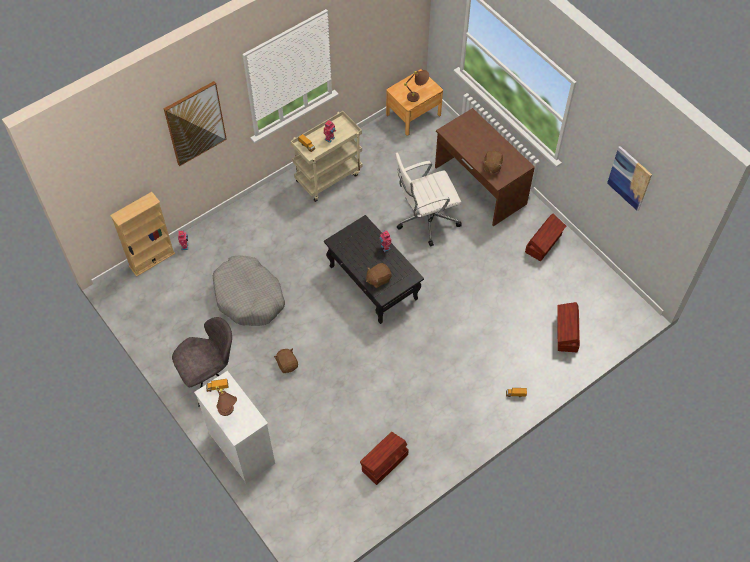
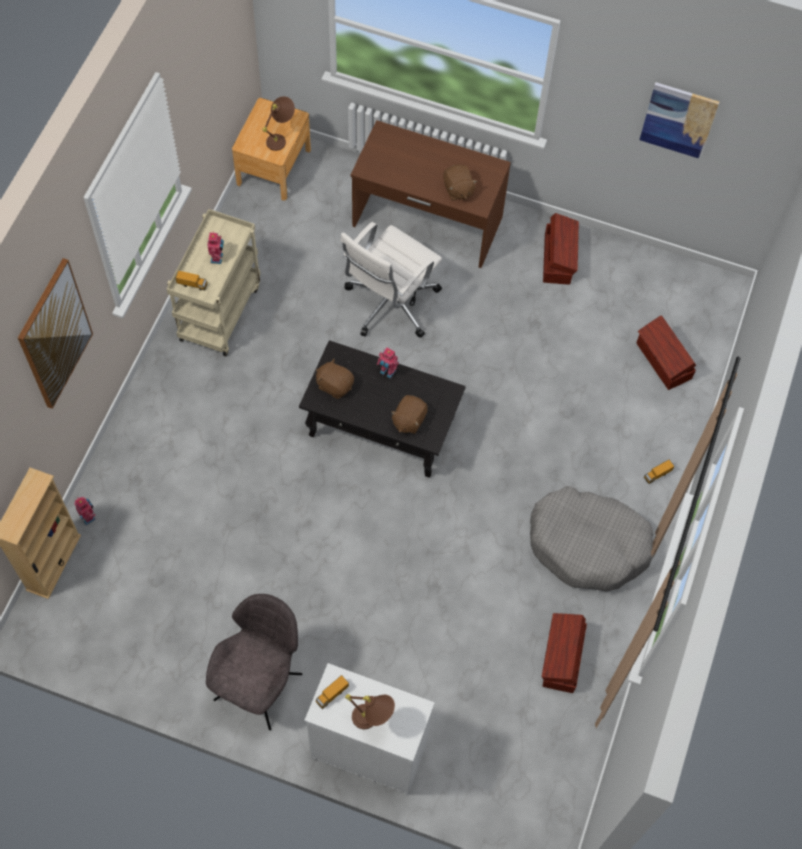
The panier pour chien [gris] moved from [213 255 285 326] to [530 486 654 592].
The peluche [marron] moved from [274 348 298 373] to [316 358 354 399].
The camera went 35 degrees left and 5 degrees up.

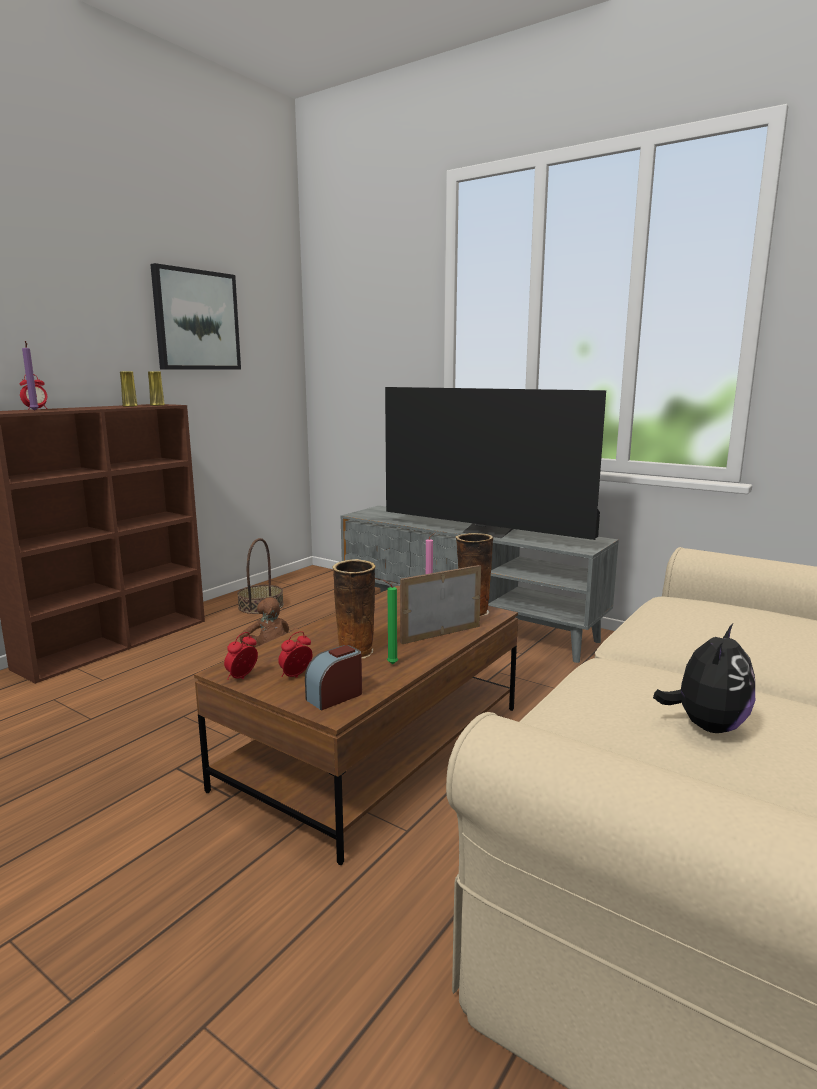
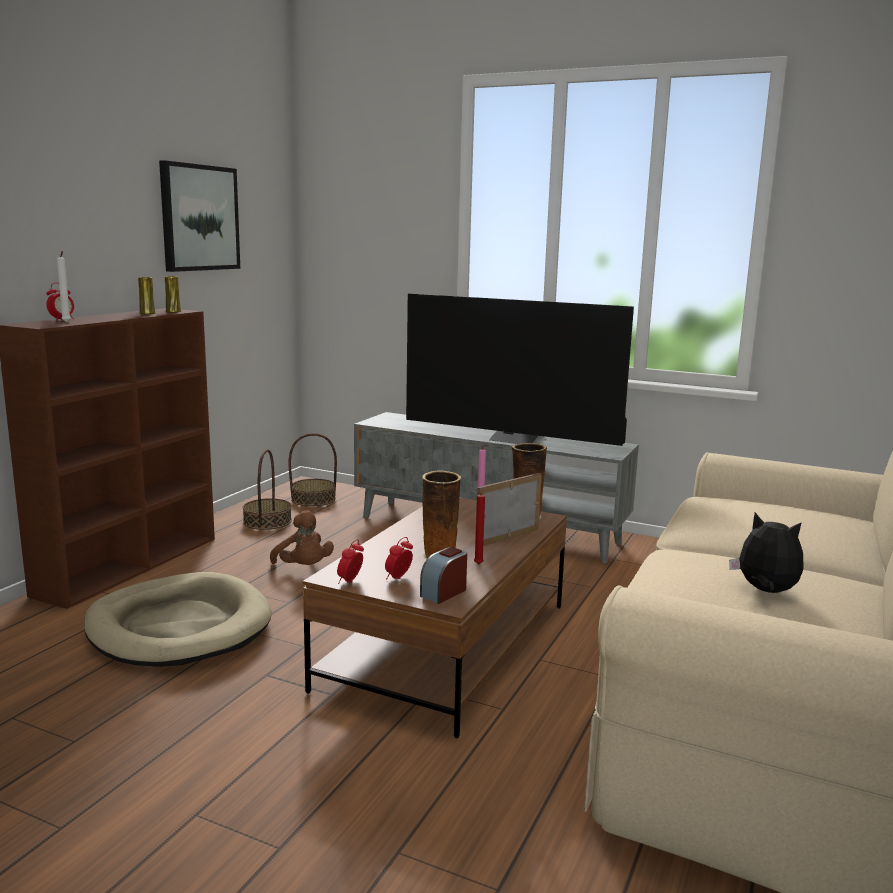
The bougie [violet] at [22 341 39 411] became the bougie [blanc] at [57 251 71 322].
The bougie [vert] at [383 580 398 664] became the bougie [rouge] at [474 489 485 565].
The peluche at [653 624 755 733] turned 75 degrees counterclockwise.
The panier pour chien [beige] at [84 572 272 667] appeared.
The panier at [289 433 337 507] appeared.
The camera went 10 degrees left and 0 degrees up.

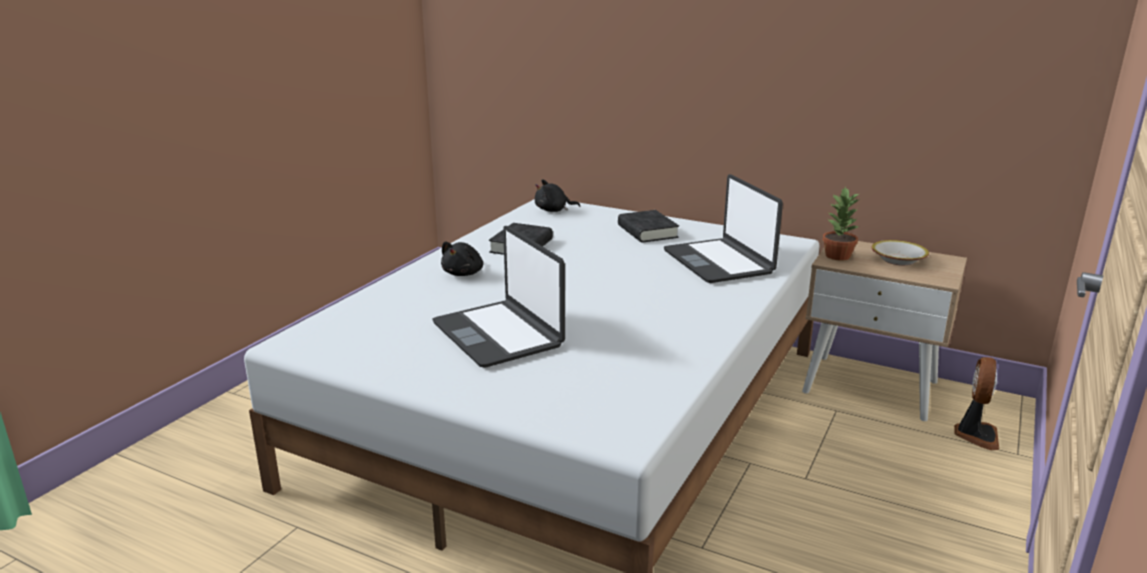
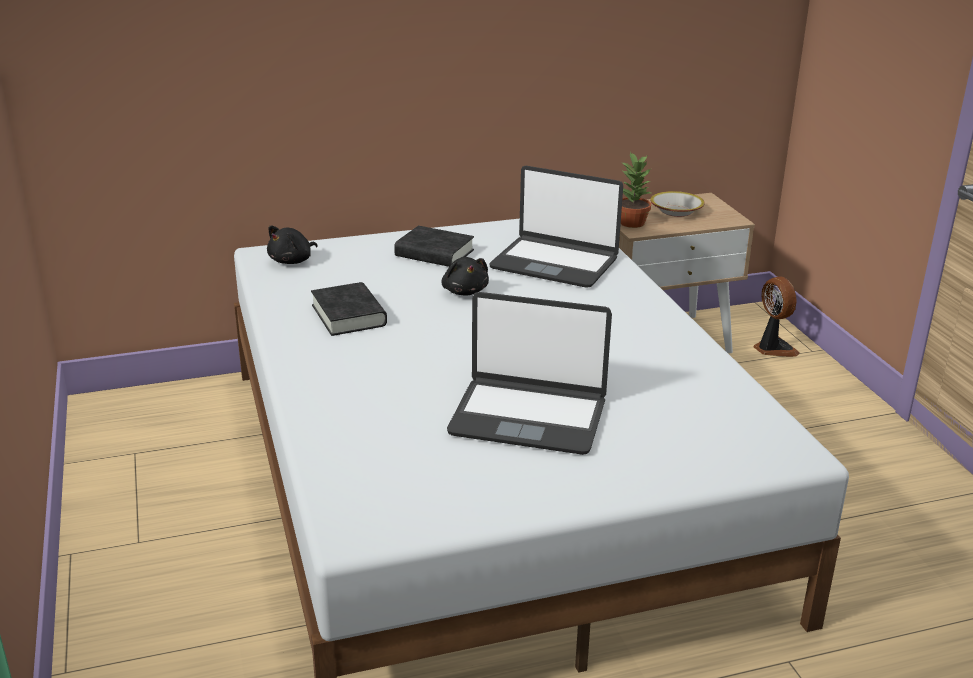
The peluche [noir] moved from [441 241 483 276] to [441 257 489 296].
The camera went 45 degrees left and 5 degrees up.

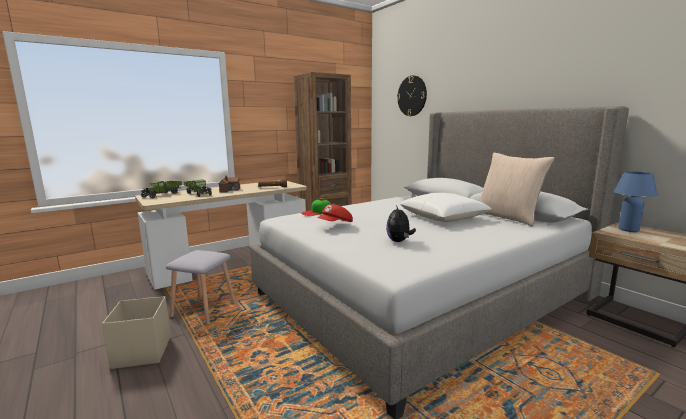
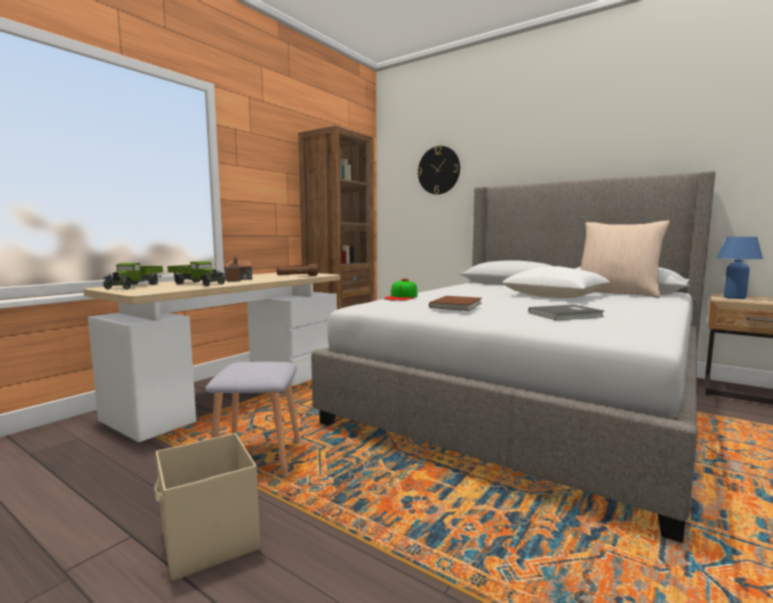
The casquette [rouge] at [317 204 353 222] was replaced by the livre [marron] at [429 296 482 311].
The peluche at [386 205 416 242] was replaced by the livre [gris] at [528 305 605 320].
The camera went 20 degrees left and 5 degrees down.

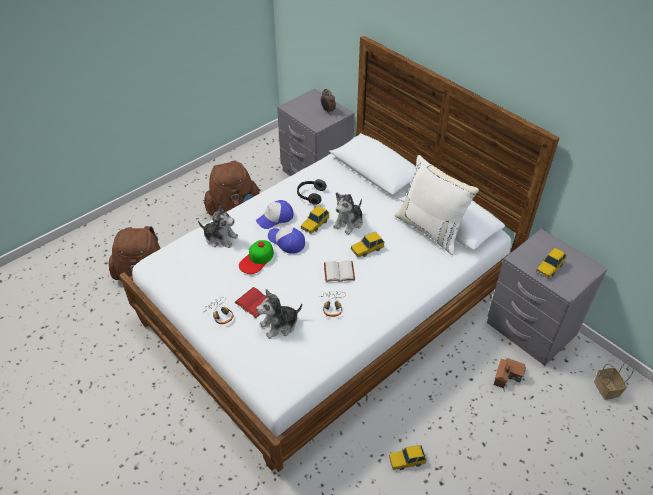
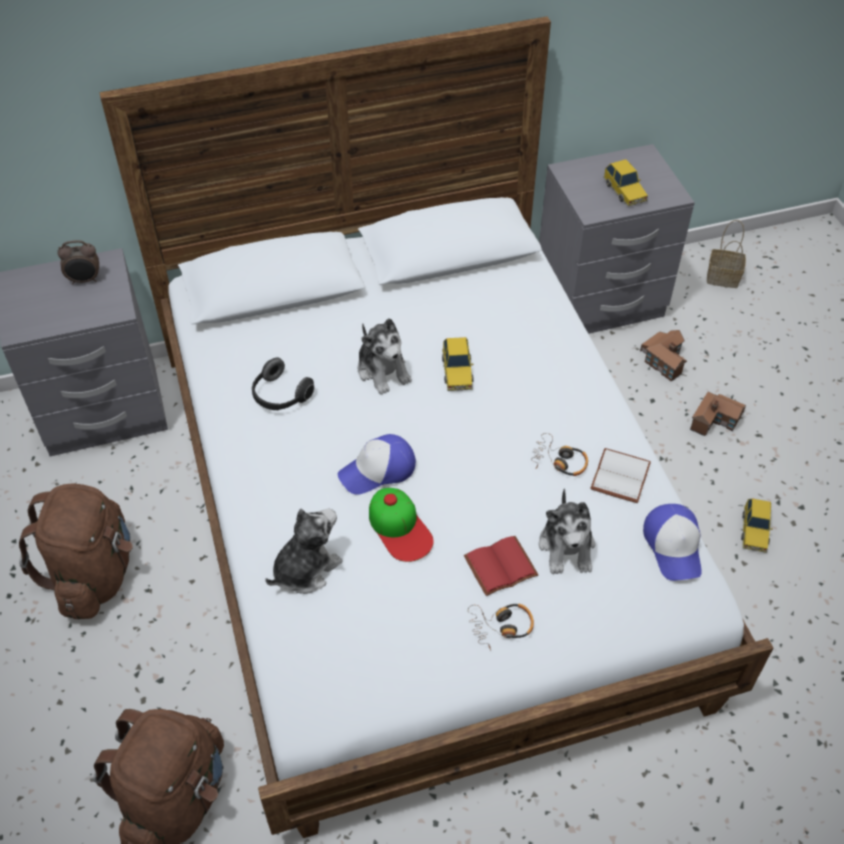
The casquette moved from [256 200 294 229] to [643 504 702 581].
The petite voiture at [301 206 330 234] disappeared.
The livre [blanc] moved from [324 260 355 282] to [590 448 651 503].
The coussin [blanc] at [395 155 479 255] disappeared.
The maison miniature at [690 392 746 436] appeared.
The camera went 65 degrees left and 5 degrees up.

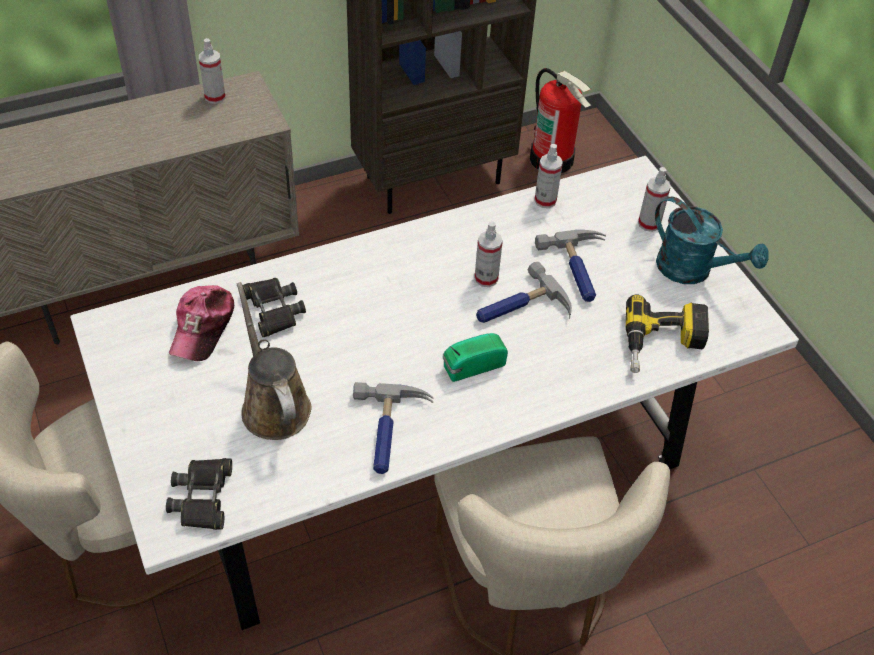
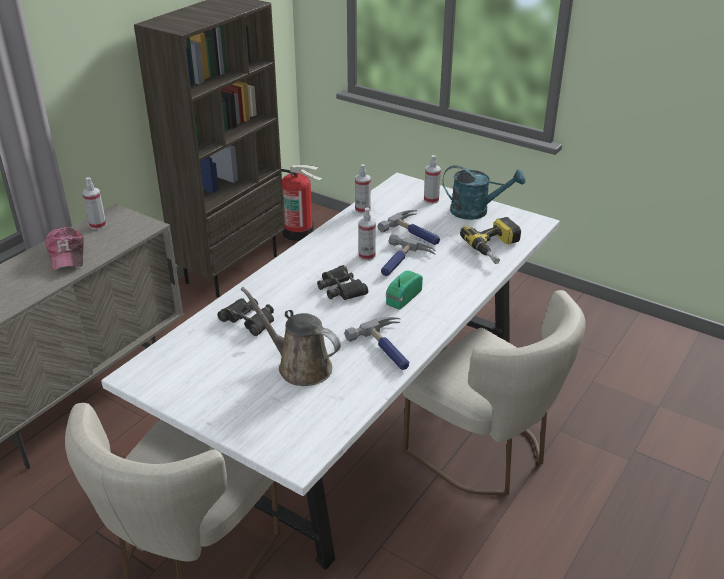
The jumelles [noir] moved from [166 458 232 530] to [317 265 368 300].
The casquette moved from [169 285 234 361] to [45 227 84 271].
The camera went 30 degrees left and 15 degrees down.

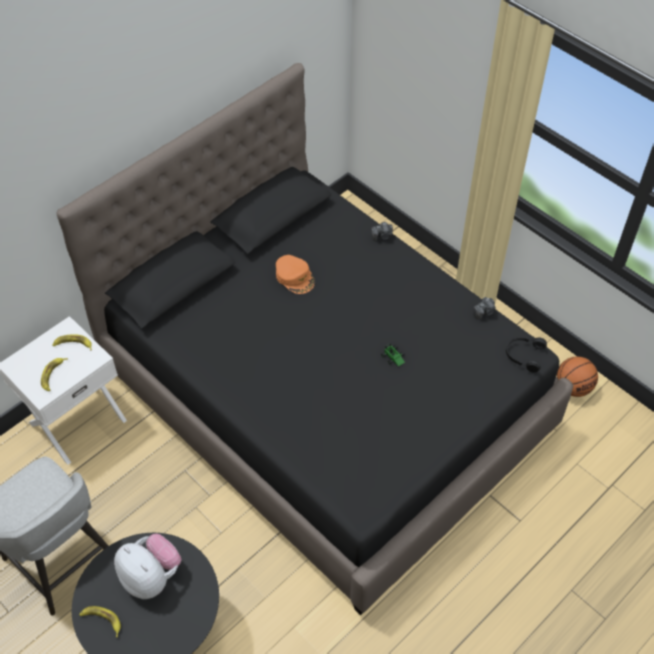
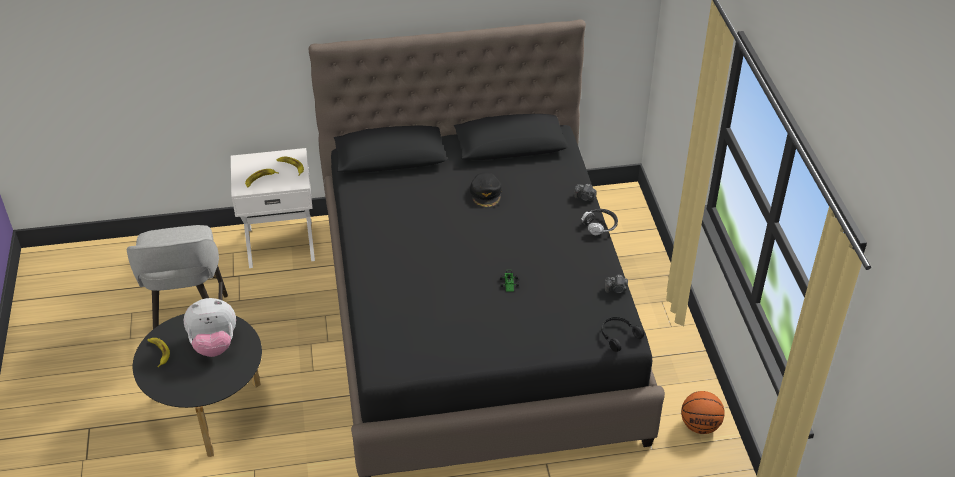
The peluche at [114 534 181 599] turned 90 degrees clockwise.
The casquette [orange] at [276 255 315 294] became the casquette [noir] at [470 172 502 208].
The casque audio at [582 209 618 235] appeared.
The camera went 35 degrees right and 10 degrees down.

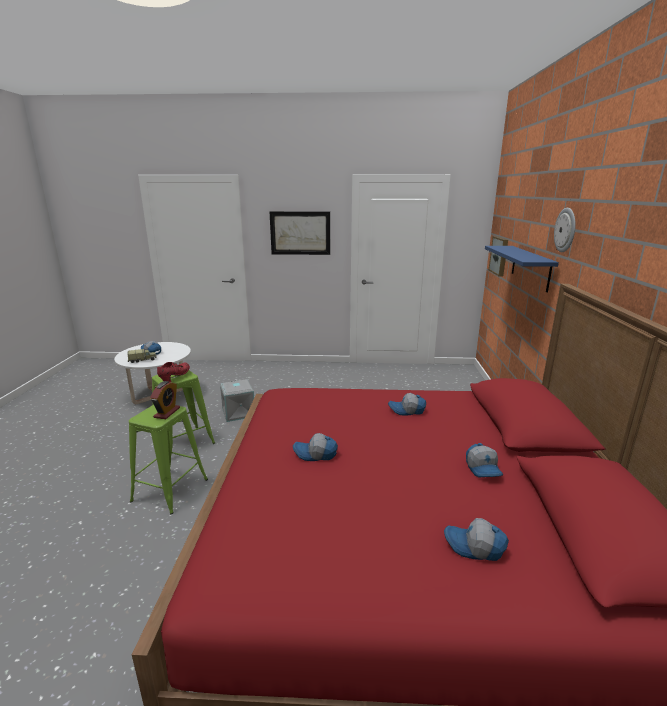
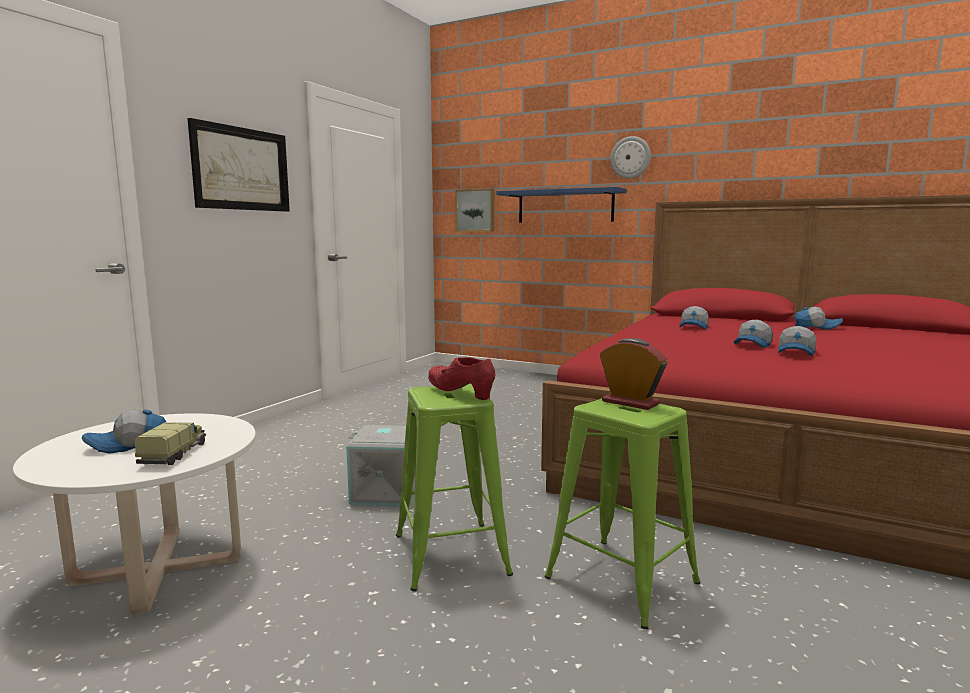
The casquette moved from [444 518 509 561] to [734 320 773 348].
The camera went 65 degrees left and 10 degrees down.

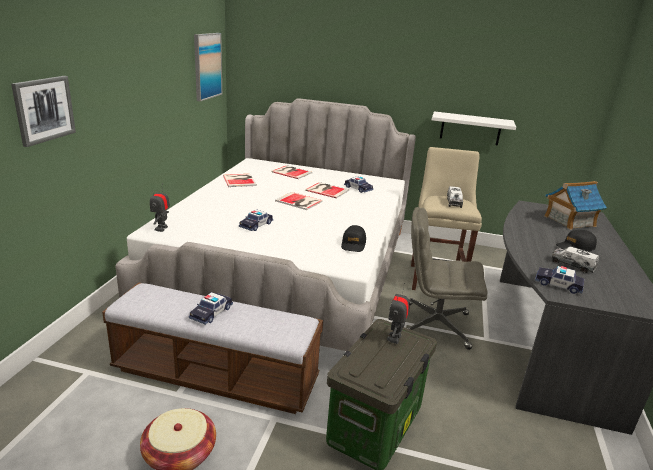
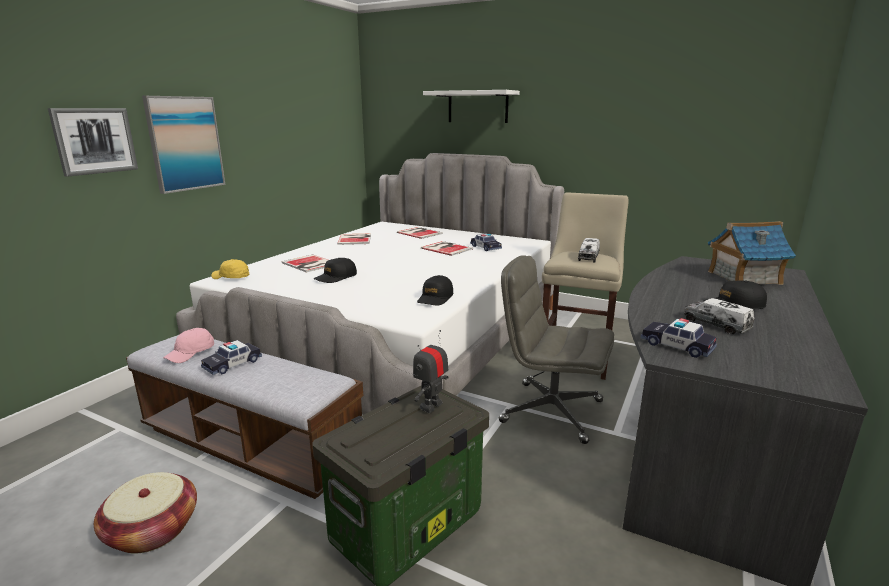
The robot jouet at [150 183 170 232] was replaced by the casquette [jaune] at [211 259 249 279].
The tableau moved from [194 33 222 101] to [142 96 225 194].
The petite voiture at [239 210 273 231] was replaced by the casquette [noir] at [314 258 357 283].
The livre moved from [275 192 323 210] to [282 255 328 273].
The étagère [blanc] moved from [432 111 516 146] to [423 90 520 123].
The casquette [rose] at [163 328 214 363] appeared.
The camera went 15 degrees right and 5 degrees down.

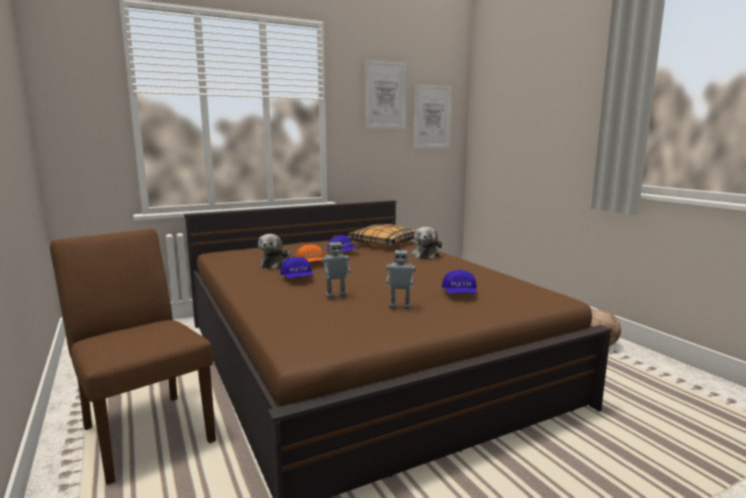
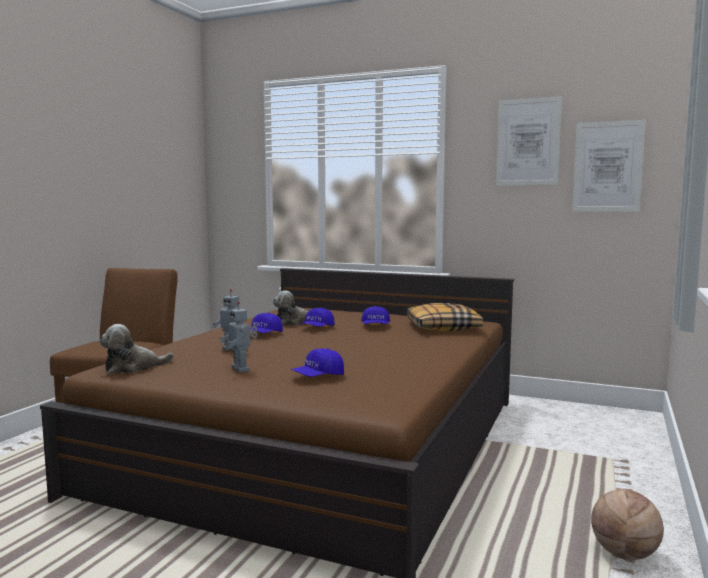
The casquette [orange] at [296 244 324 262] became the casquette [bleu] at [301 308 335 327].
The peluche moved from [411 227 442 259] to [99 324 174 374].
The camera went 50 degrees right and 5 degrees down.

